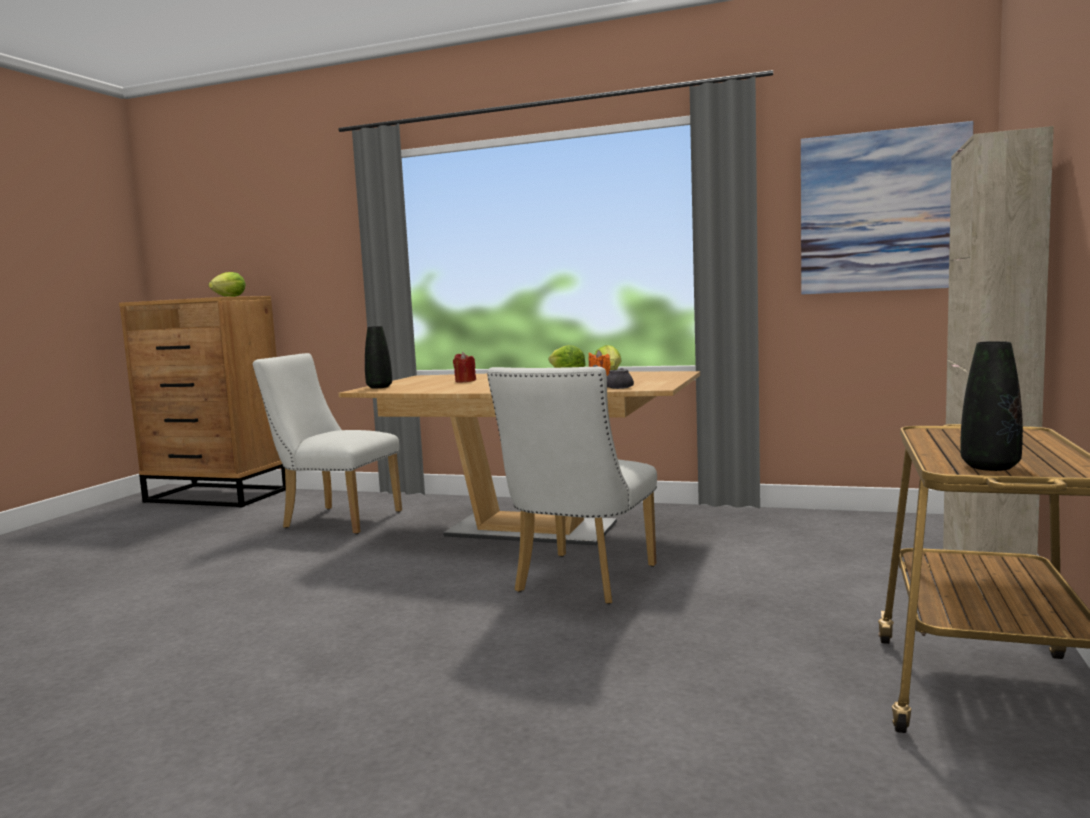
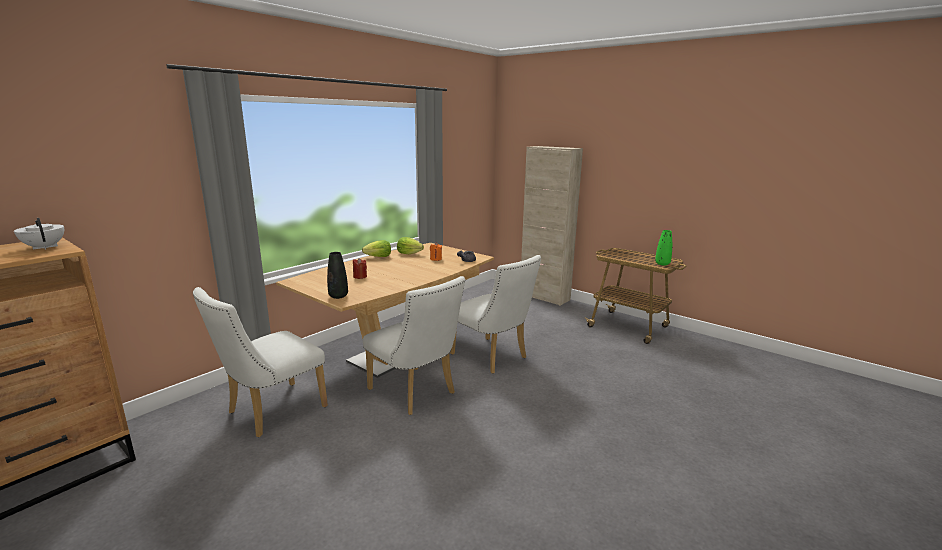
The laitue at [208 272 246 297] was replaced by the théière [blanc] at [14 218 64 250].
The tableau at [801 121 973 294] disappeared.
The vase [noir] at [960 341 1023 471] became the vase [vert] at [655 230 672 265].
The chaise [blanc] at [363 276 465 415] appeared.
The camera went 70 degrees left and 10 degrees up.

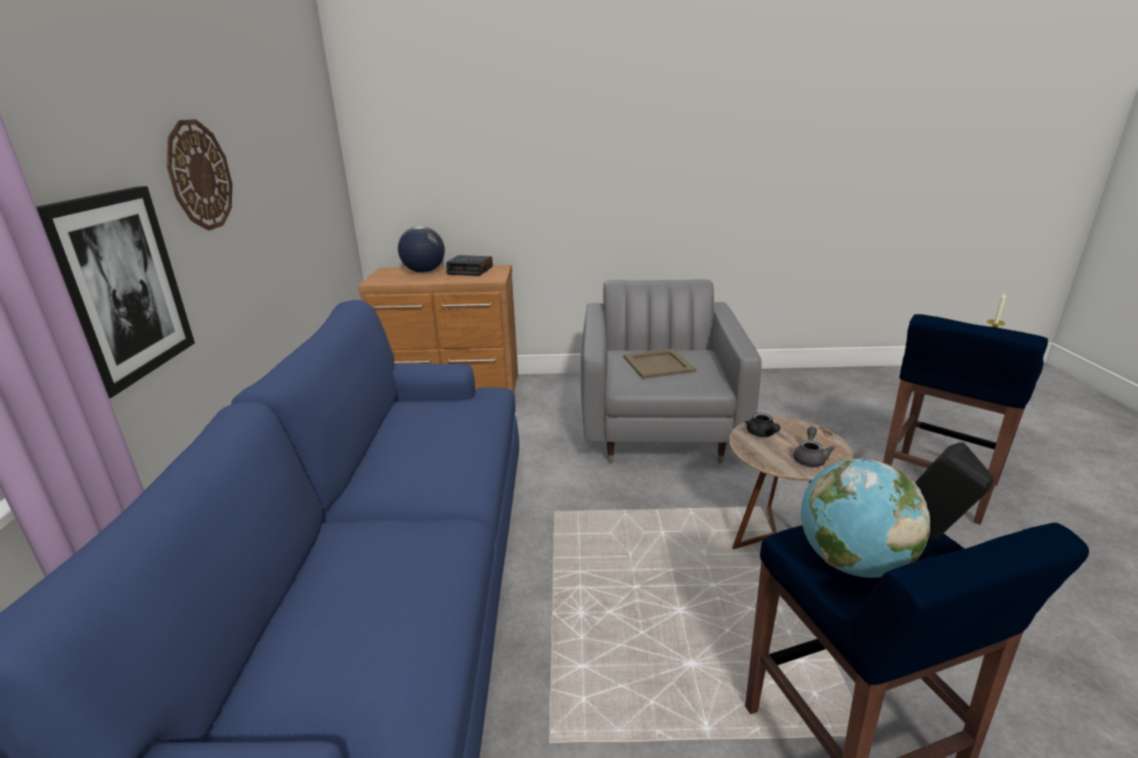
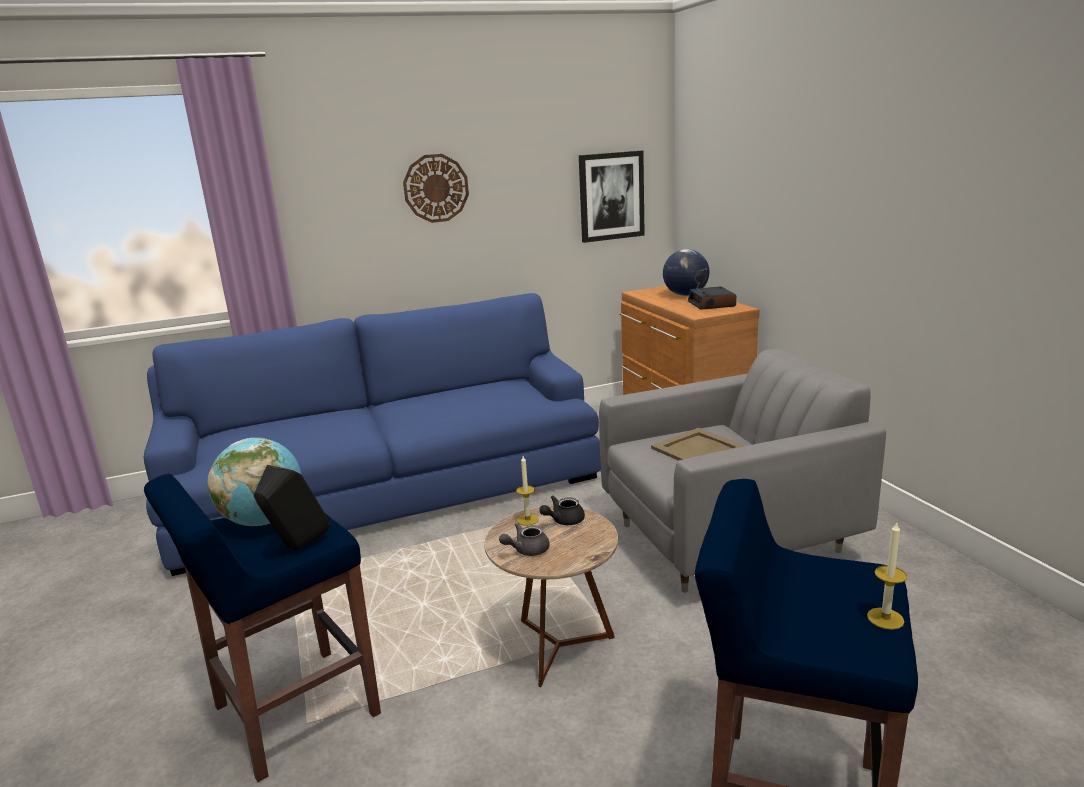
The tableau moved from [36 186 195 398] to [579 151 645 243].
The théière [gris] at [793 427 835 467] turned 150 degrees clockwise.
The bougie at [516 456 539 526] appeared.
The camera went 70 degrees right and 5 degrees down.

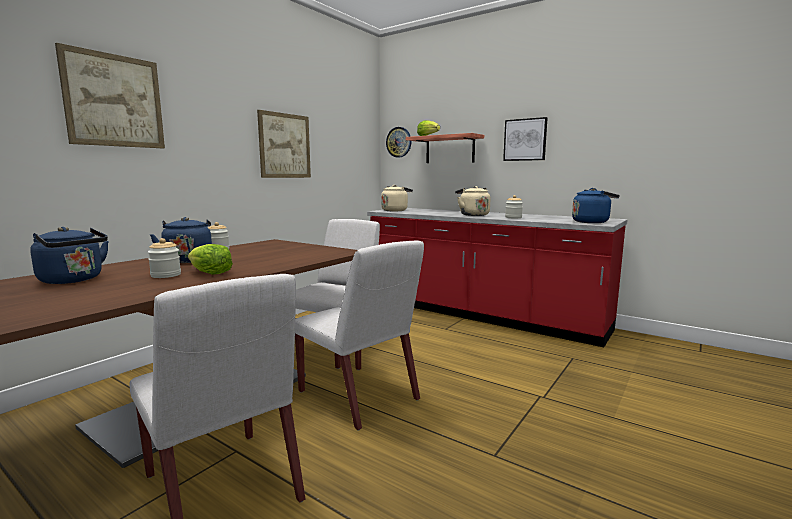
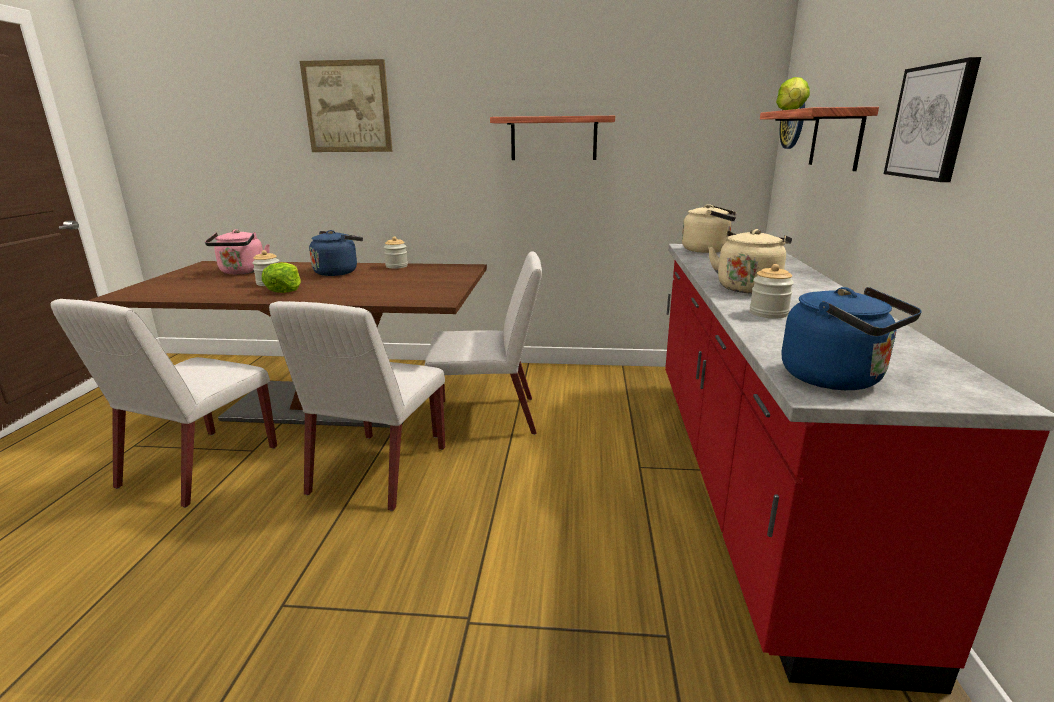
The bouilloire [bleu] at [30 227 109 284] became the bouilloire [rose] at [205 229 270 275].
The tableau at [257 110 311 178] was replaced by the étagère at [490 116 615 160].
The camera went 60 degrees right and 10 degrees up.

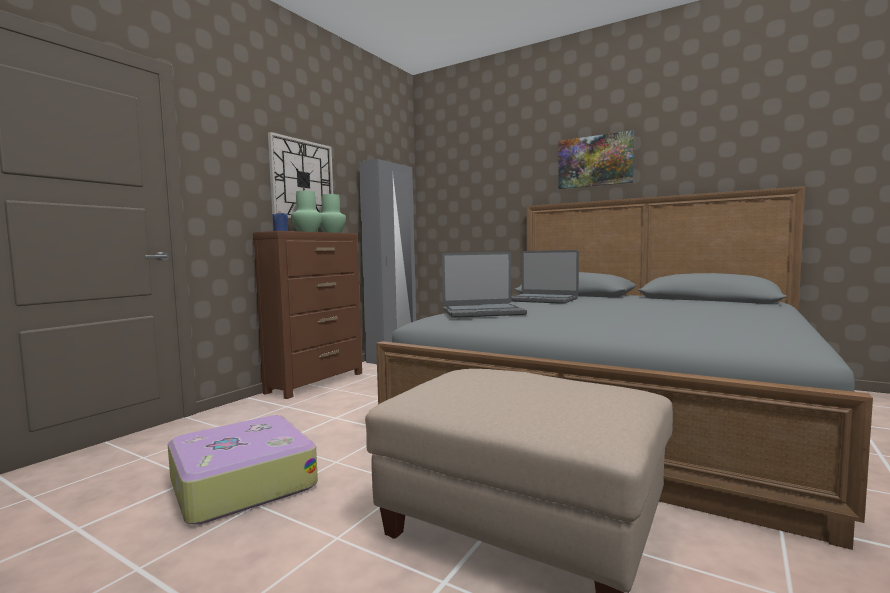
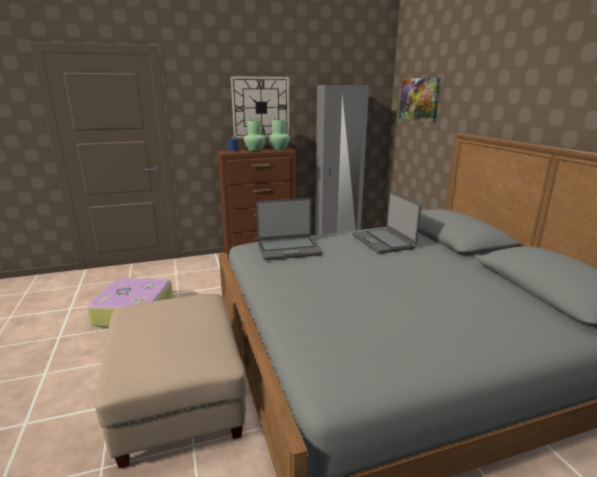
The ordinateur portable at [442 252 527 318] turned 45 degrees counterclockwise.
The tableau moved from [558 130 634 189] to [399 78 441 123].
The camera went 40 degrees right and 15 degrees up.

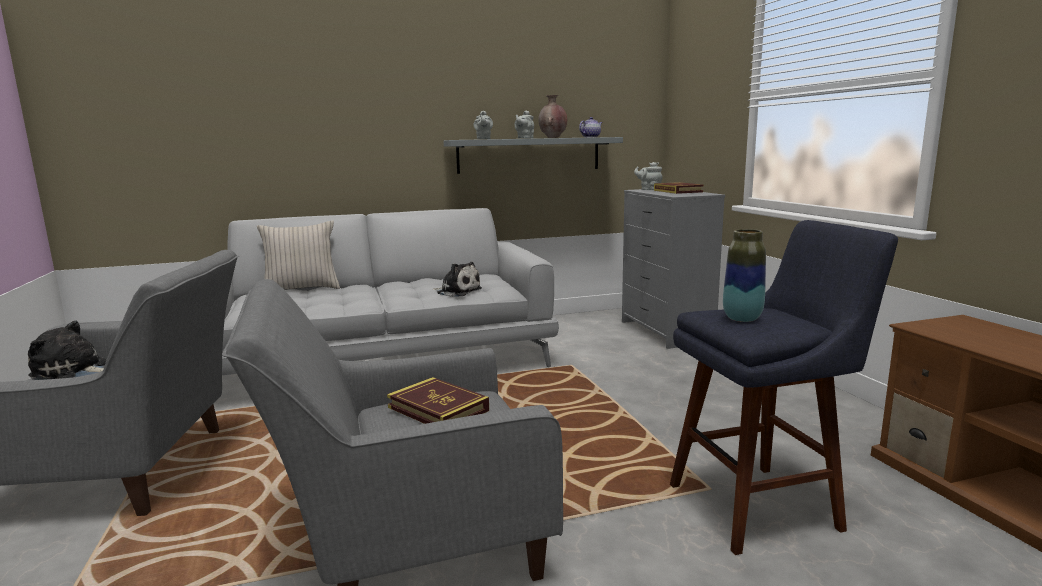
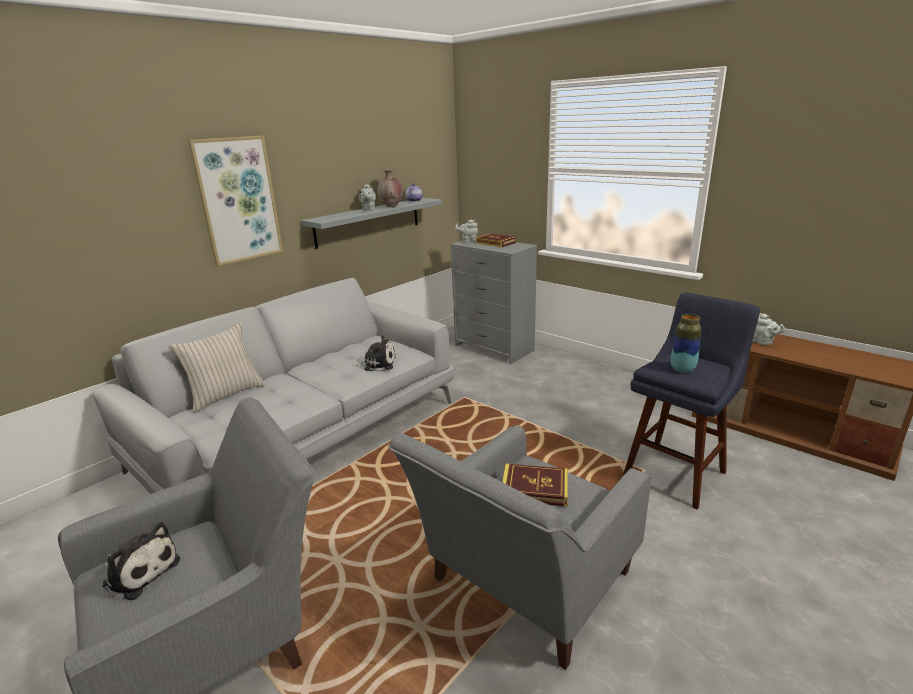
The peluche at [28 320 106 380] turned 135 degrees counterclockwise.
The théière [gris] moved from [474 111 493 139] to [752 313 785 345].
The tableau at [188 136 283 266] appeared.
The camera went 30 degrees left and 10 degrees up.

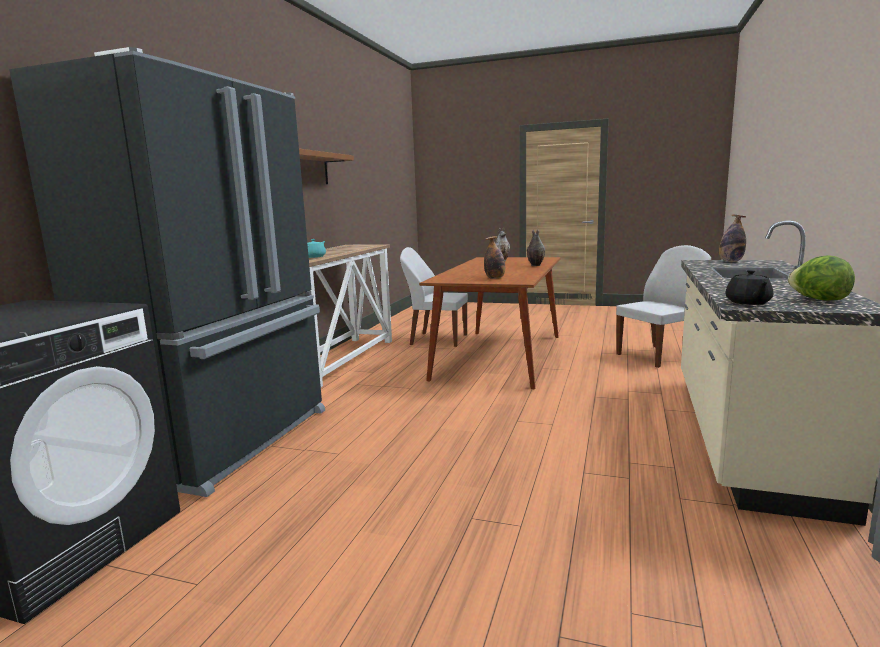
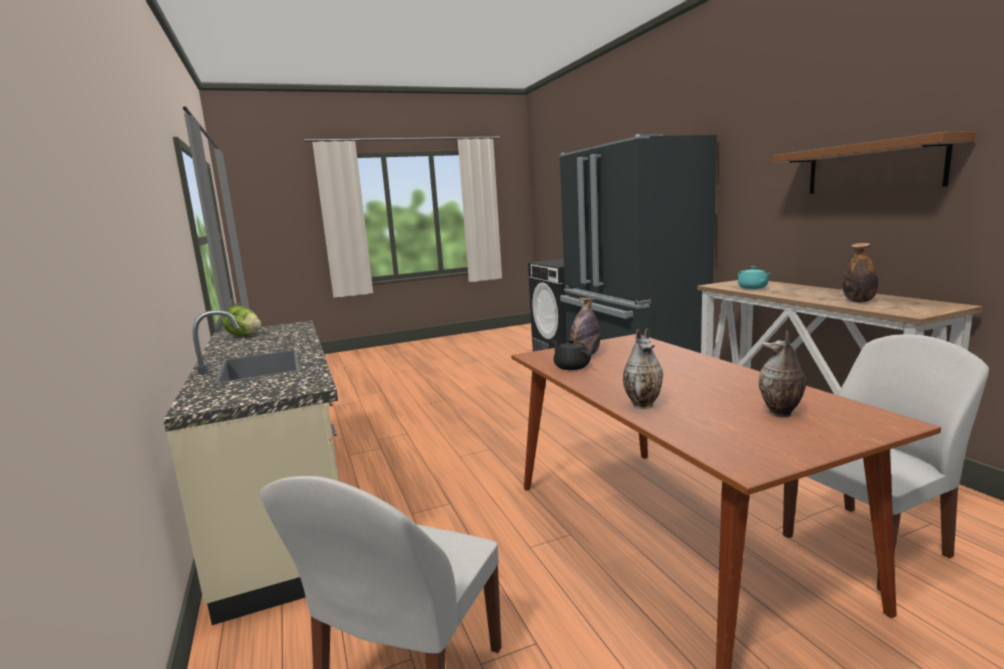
The bouteille moved from [719 215 746 262] to [843 243 878 303].
The théière [noir] moved from [725 270 773 305] to [551 339 591 370].
The camera went 140 degrees right and 0 degrees up.

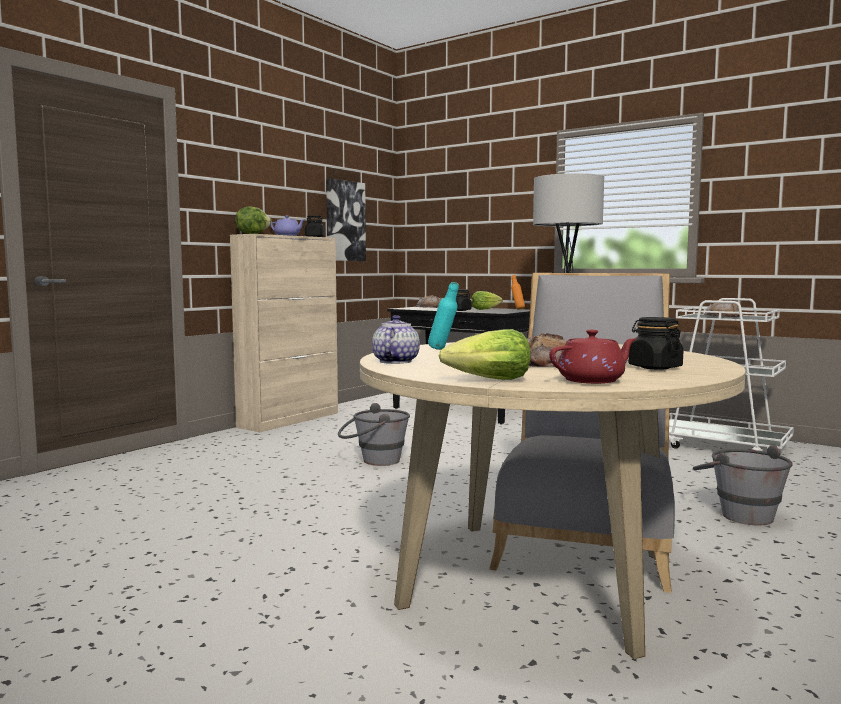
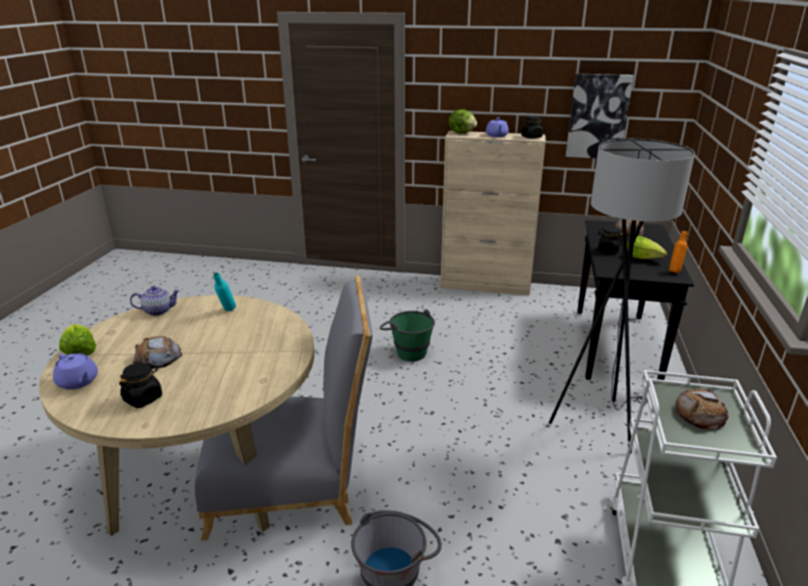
The seau [gris] at [338 403 410 466] became the seau [vert] at [380 309 435 361].
The théière [rouge] at [549 330 637 384] became the théière [violet] at [53 353 98 390].
The camera went 65 degrees right and 20 degrees up.

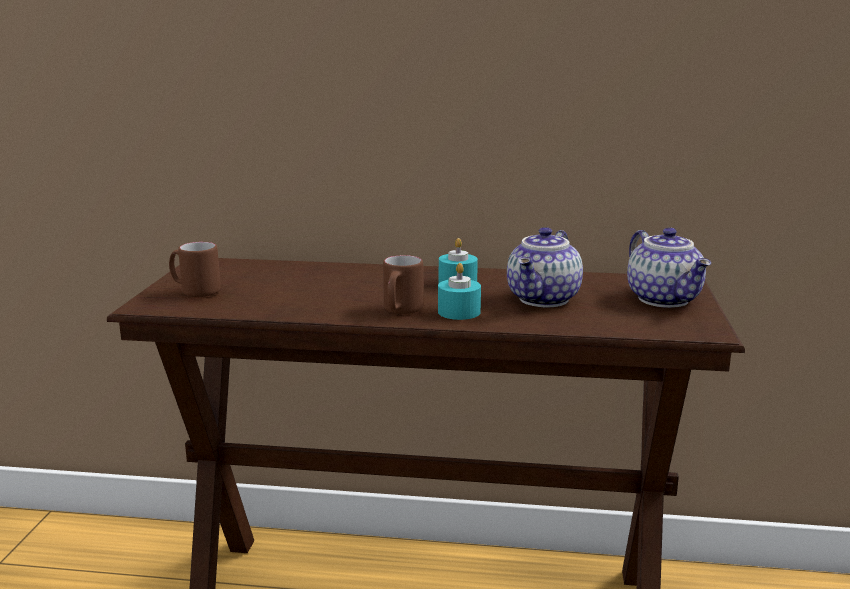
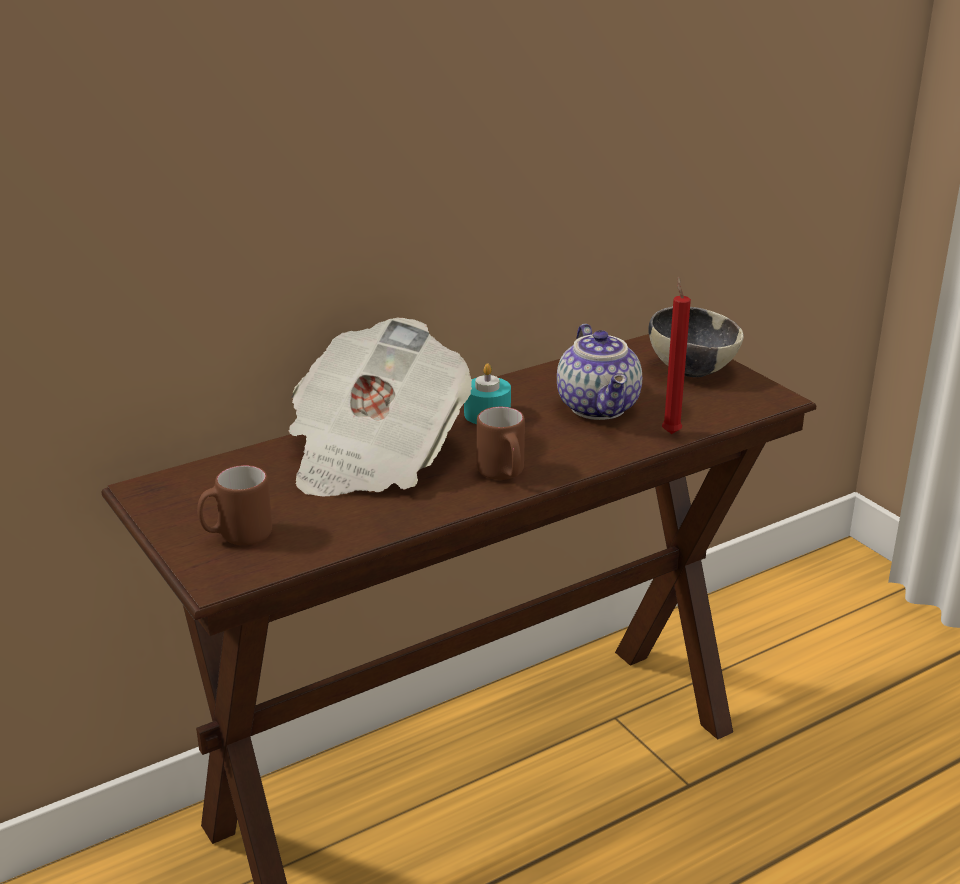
The bougie [turquoise] at [438 263 481 320] disappeared.
The théière at [627 228 711 308] was replaced by the bol at [648 306 744 377].
The journal at [288 318 472 497] appeared.
The bougie [rouge] at [662 276 691 434] appeared.
The camera went 40 degrees left and 10 degrees up.

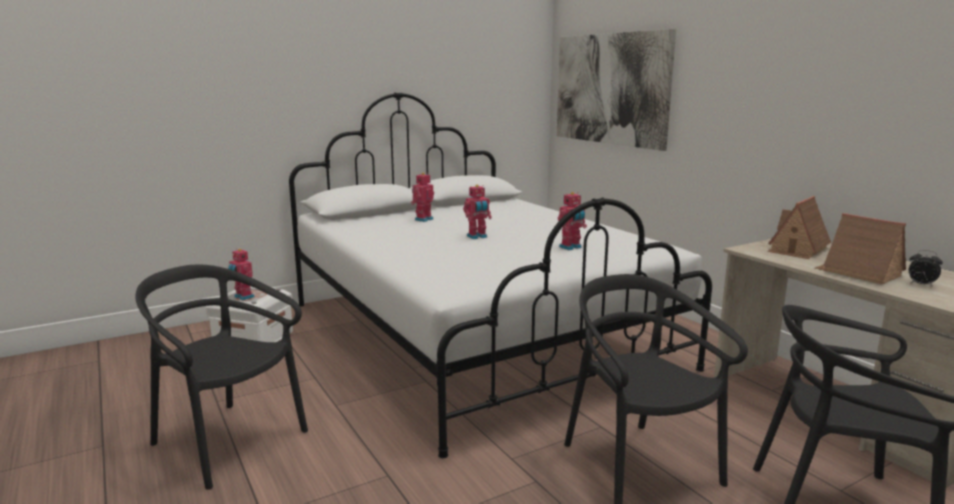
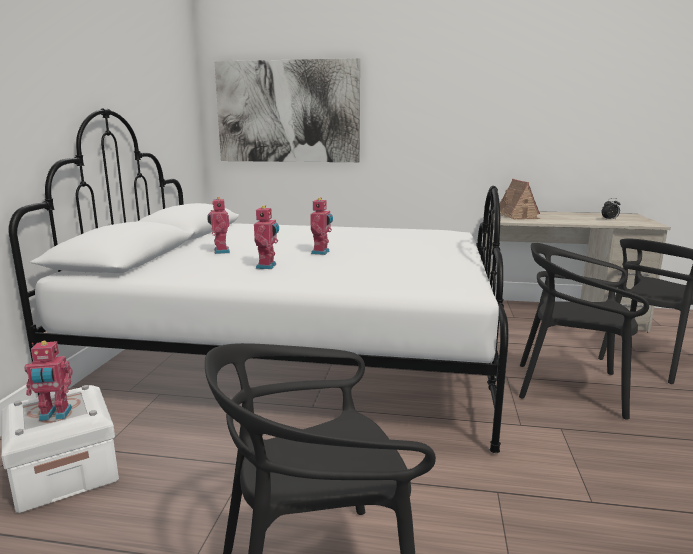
The robot jouet moved from [558 192 587 250] to [254 205 279 269].
The maison miniature at [814 213 906 285] disappeared.
The camera went 50 degrees left and 0 degrees up.

